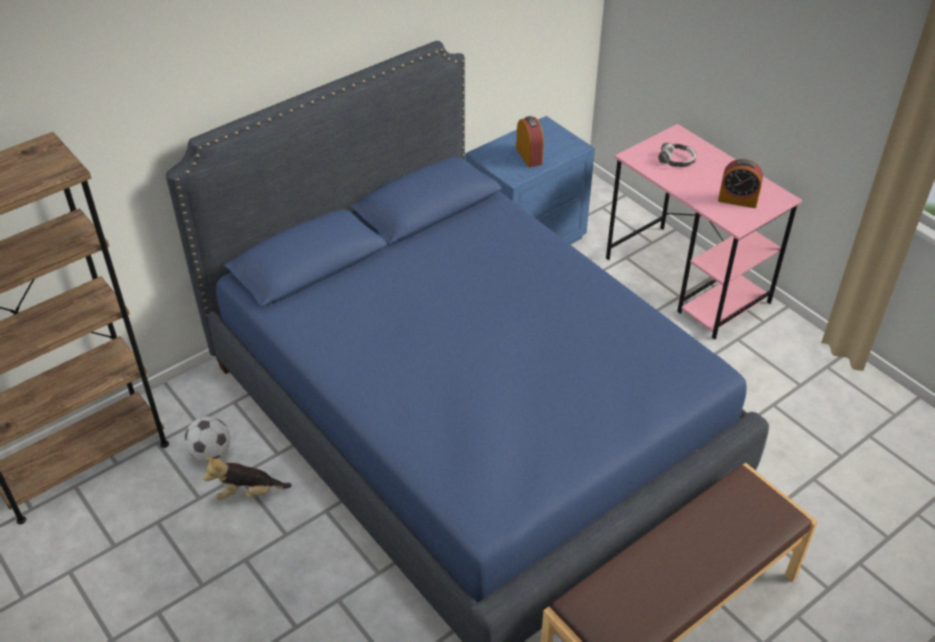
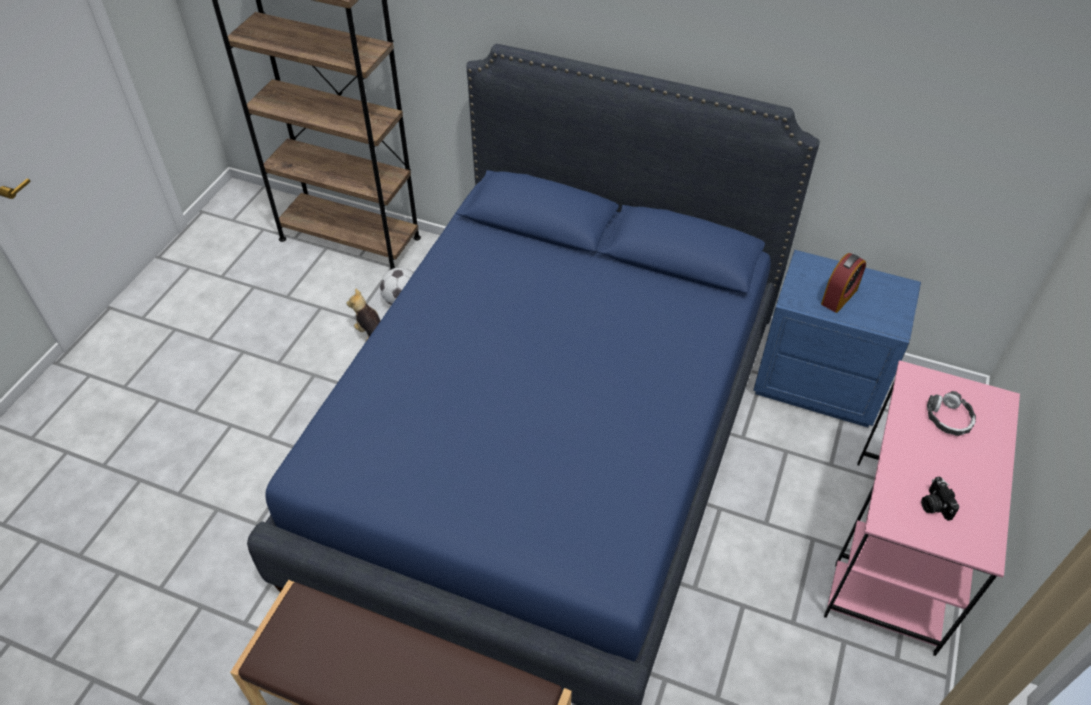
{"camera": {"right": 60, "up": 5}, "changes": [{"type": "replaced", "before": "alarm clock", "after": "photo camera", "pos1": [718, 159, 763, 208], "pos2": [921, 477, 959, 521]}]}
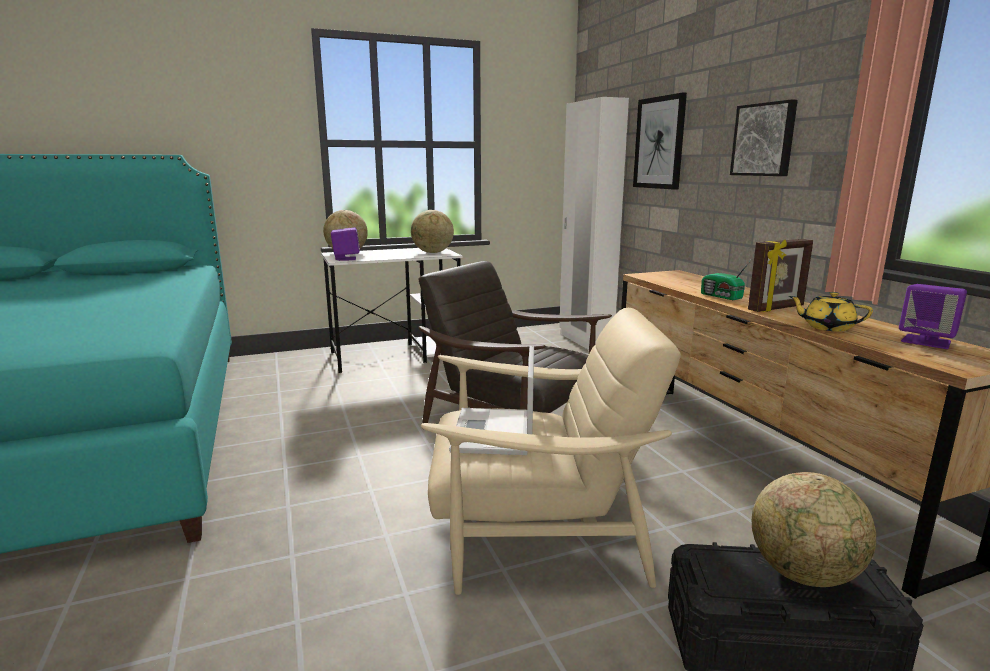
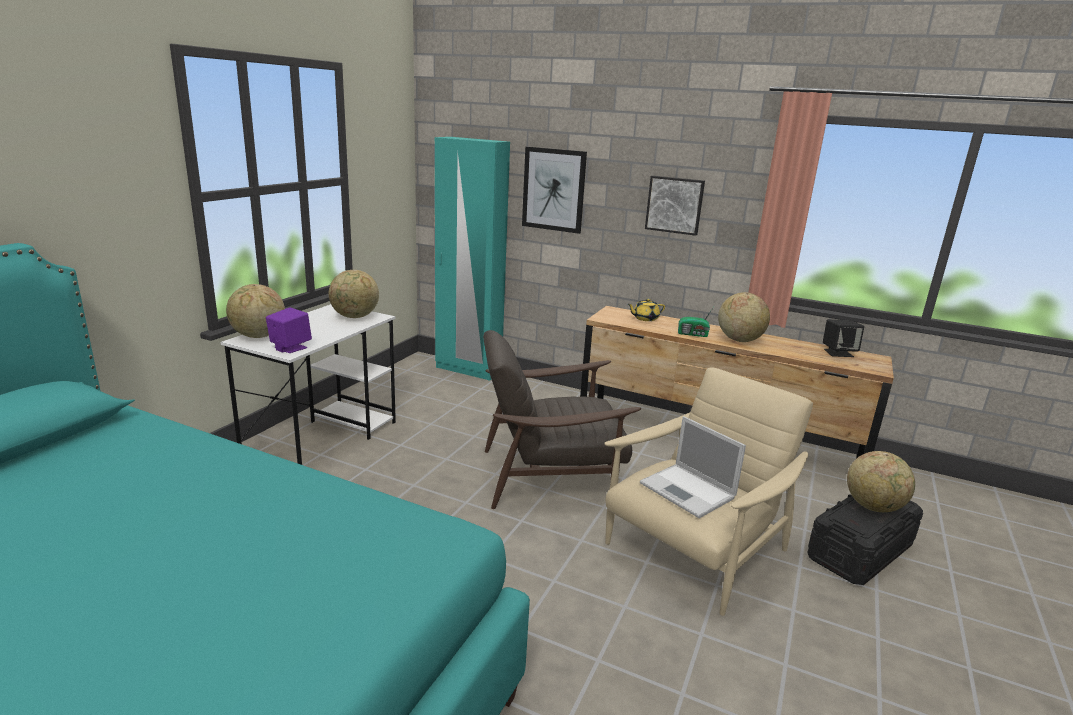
{"camera": {"right": -45, "up": 5}, "changes": [{"type": "recoloured", "before": "white wardrobe", "after": "turquoise wardrobe", "pos1": [559, 97, 629, 350], "pos2": [435, 137, 510, 381]}, {"type": "moved", "before": "yellow teapot", "pos1": [789, 292, 873, 332], "pos2": [628, 299, 665, 321]}, {"type": "replaced", "before": "picture frame", "after": "globe", "pos1": [748, 239, 813, 312], "pos2": [718, 292, 770, 342]}, {"type": "recoloured", "before": "purple speaker", "after": "black speaker", "pos1": [899, 284, 967, 349], "pos2": [823, 319, 864, 357]}]}
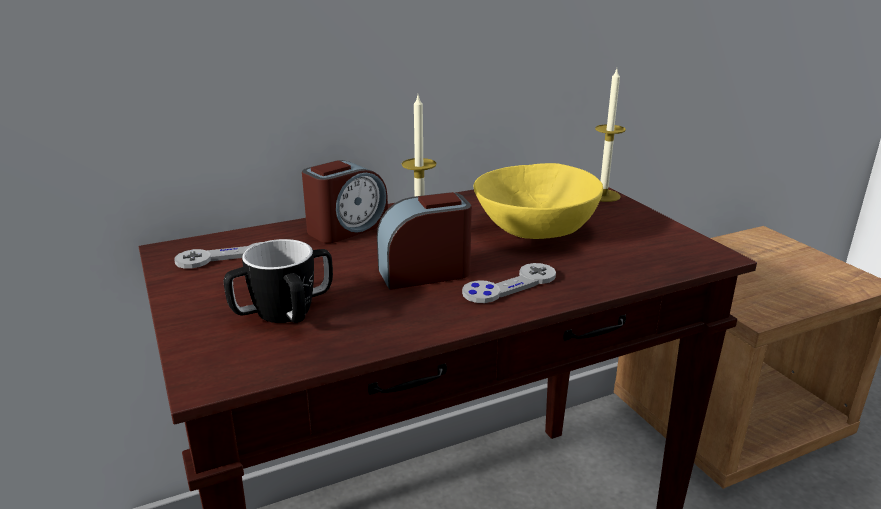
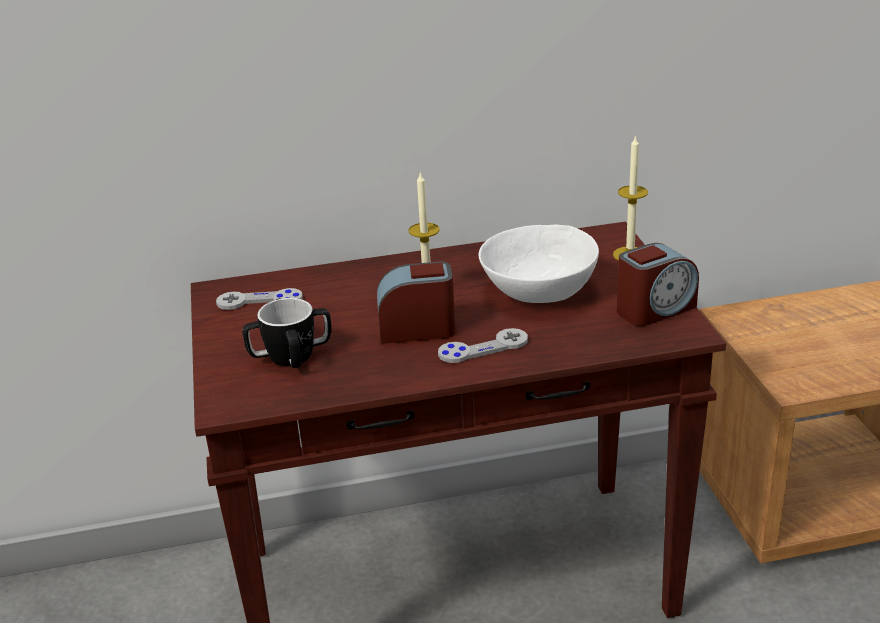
{"camera": {"right": 15, "up": 5}, "changes": [{"type": "recoloured", "before": "yellow bowl", "after": "white bowl", "pos1": [474, 163, 603, 239], "pos2": [479, 225, 599, 303]}, {"type": "moved", "before": "alarm clock", "pos1": [302, 160, 388, 243], "pos2": [617, 243, 699, 326]}]}
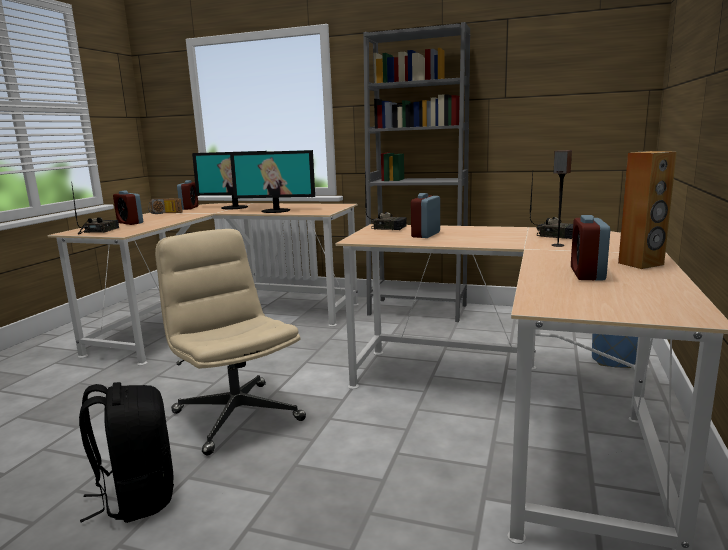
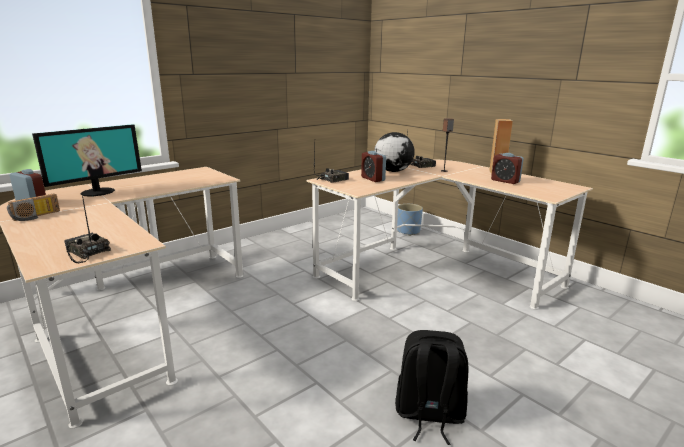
{"camera": {"right": -60, "up": 5}, "changes": [{"type": "added", "after": "globe", "pos2": [374, 132, 415, 172]}, {"type": "removed", "before": "alarm clock", "pos1": [113, 190, 143, 225]}, {"type": "removed", "before": "beige office chair", "pos1": [155, 229, 306, 455]}, {"type": "removed", "before": "monitor", "pos1": [230, 150, 315, 213]}, {"type": "removed", "before": "grey bookcase", "pos1": [363, 22, 471, 322]}]}
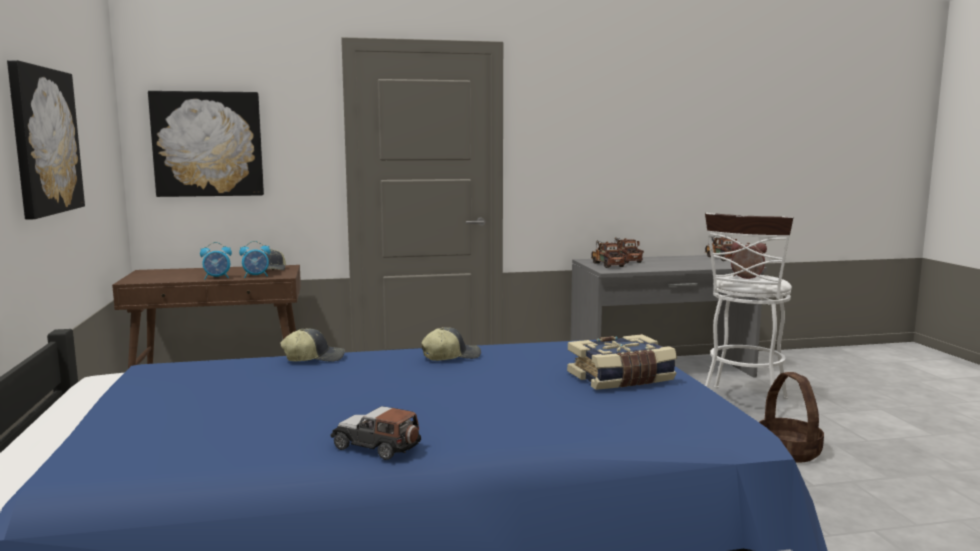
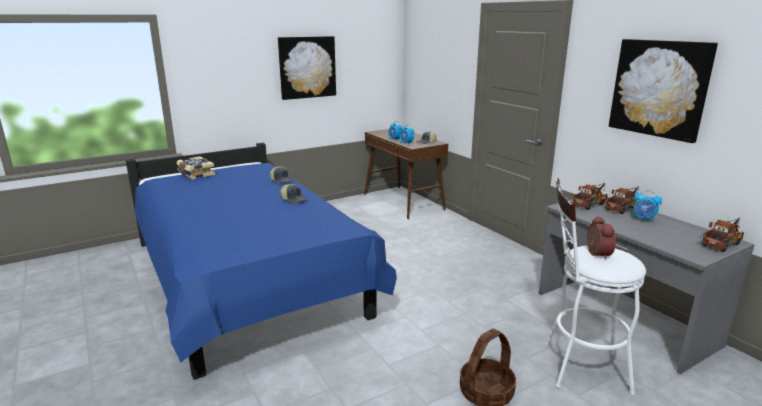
{"camera": {"right": 70, "up": 10}, "changes": [{"type": "moved", "before": "book", "pos1": [567, 334, 677, 390], "pos2": [176, 156, 215, 180]}, {"type": "moved", "before": "picture", "pos1": [148, 91, 264, 197], "pos2": [609, 39, 718, 143]}, {"type": "added", "after": "alarm clock", "pos2": [632, 190, 662, 223]}, {"type": "removed", "before": "toy car", "pos1": [330, 406, 421, 460]}]}
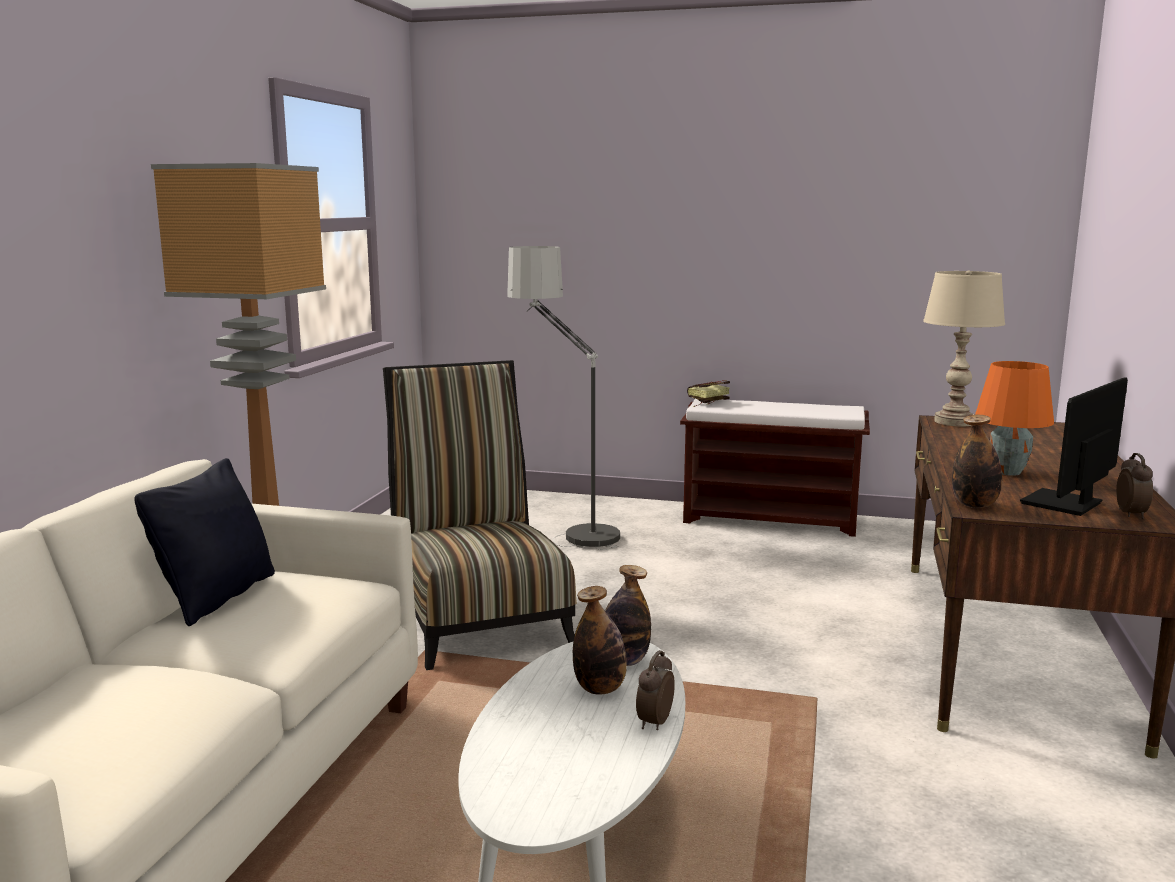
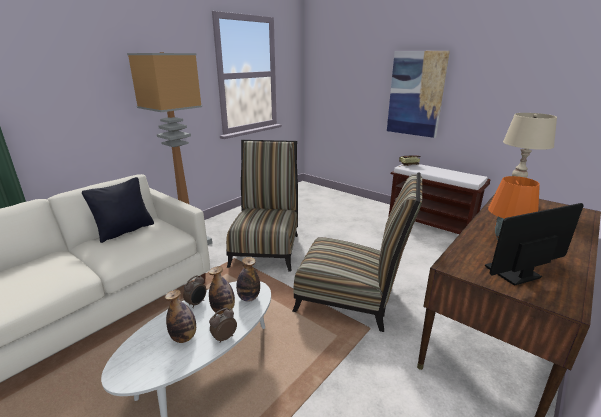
{"camera": {"right": 25, "up": 10}, "changes": [{"type": "moved", "before": "bottle", "pos1": [952, 414, 1002, 508], "pos2": [165, 290, 196, 343]}, {"type": "moved", "before": "alarm clock", "pos1": [1116, 453, 1153, 519], "pos2": [183, 275, 206, 307]}, {"type": "added", "after": "chair", "pos2": [293, 172, 422, 332]}, {"type": "added", "after": "picture", "pos2": [387, 51, 450, 138]}, {"type": "removed", "before": "floor lamp", "pos1": [507, 246, 620, 550]}]}
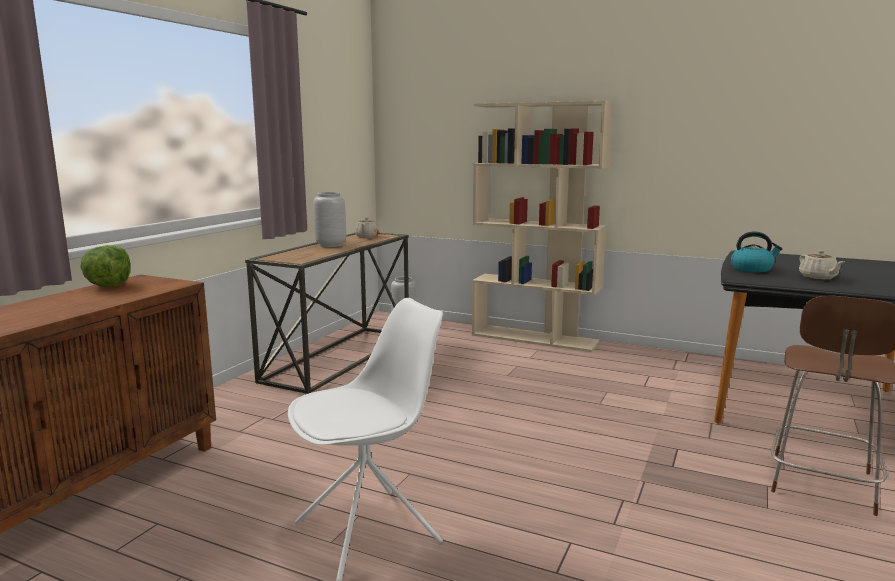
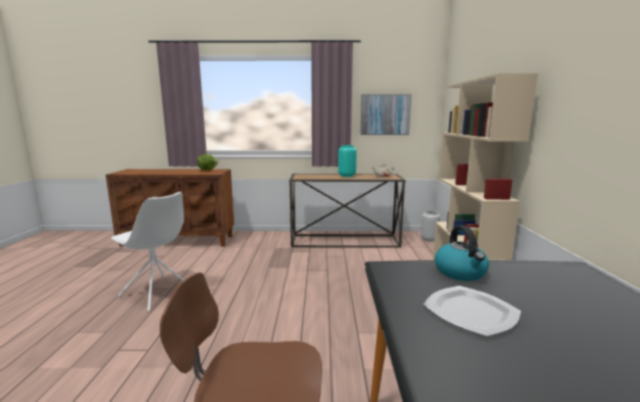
{"camera": {"right": 65, "up": 0}, "changes": [{"type": "recoloured", "before": "grey vase", "after": "turquoise vase", "pos1": [313, 192, 346, 247], "pos2": [338, 145, 357, 177]}, {"type": "added", "after": "picture", "pos2": [361, 94, 411, 135]}, {"type": "replaced", "before": "beige teapot", "after": "plate", "pos1": [799, 250, 844, 280], "pos2": [423, 286, 521, 337]}]}
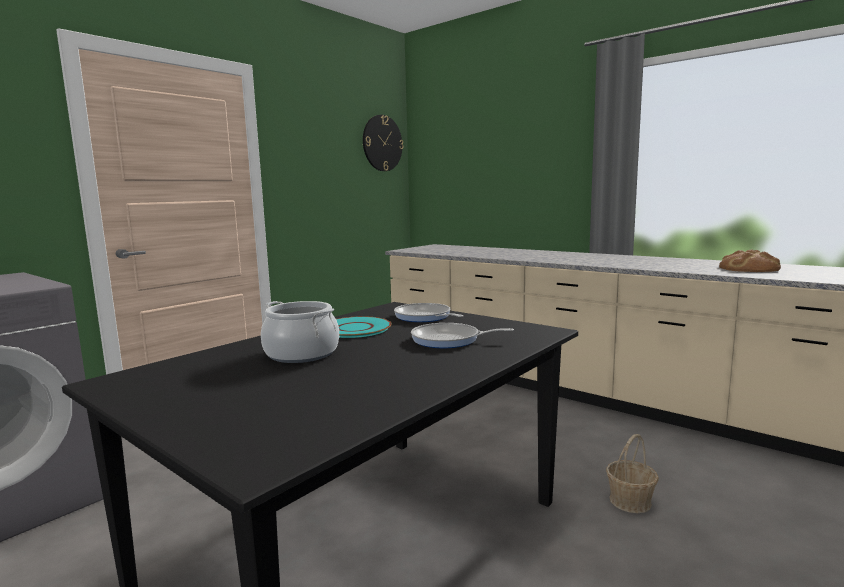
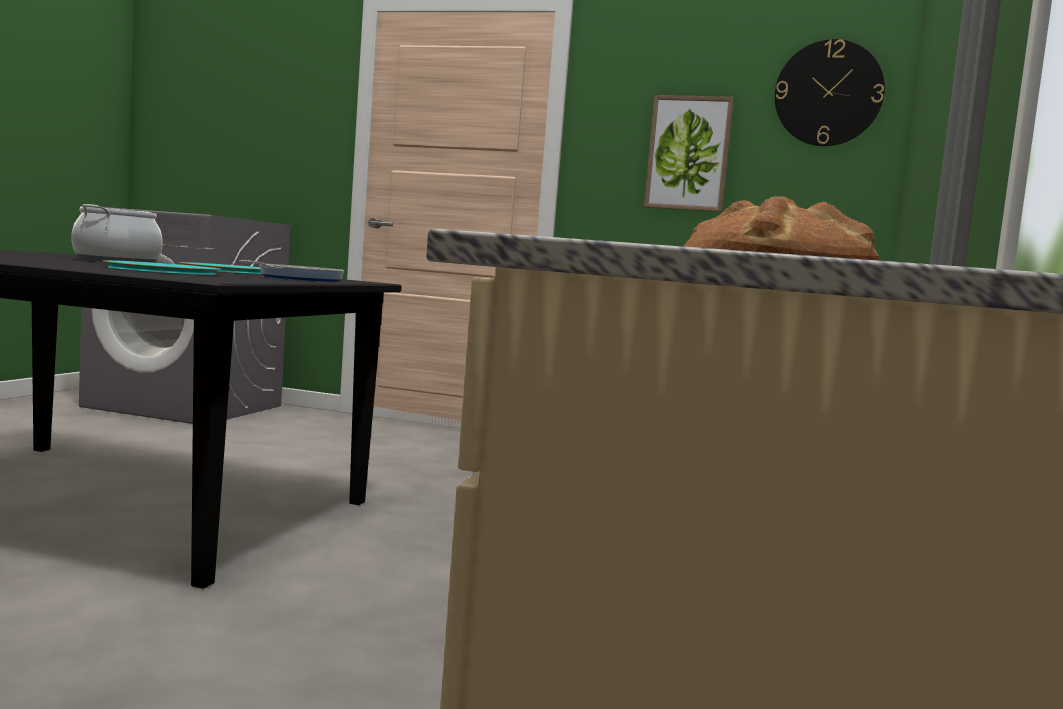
{"camera": {"right": 65, "up": -5}, "changes": [{"type": "replaced", "before": "frying pan", "after": "turquoise plate", "pos1": [411, 323, 514, 348], "pos2": [102, 260, 222, 275]}, {"type": "added", "after": "picture", "pos2": [644, 95, 734, 212]}, {"type": "removed", "before": "basket", "pos1": [606, 434, 659, 513]}]}
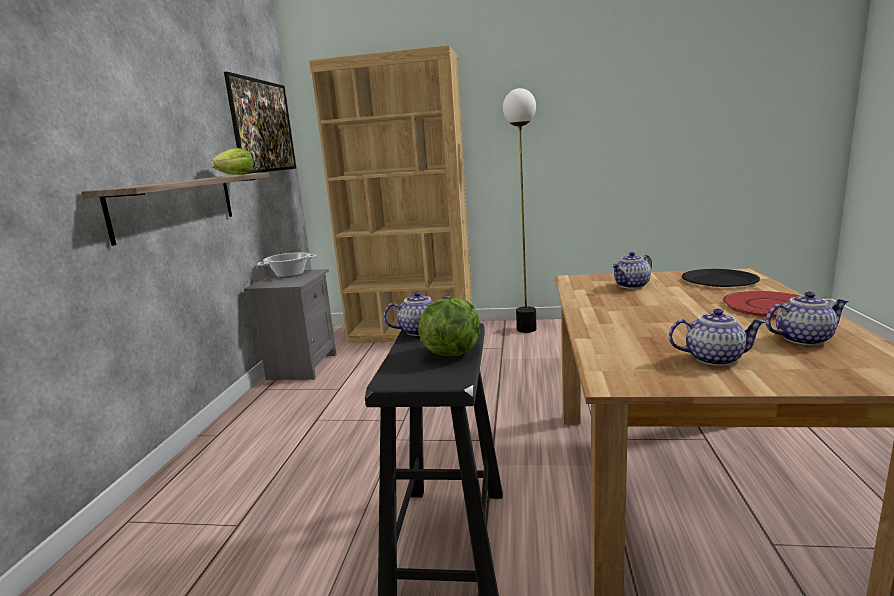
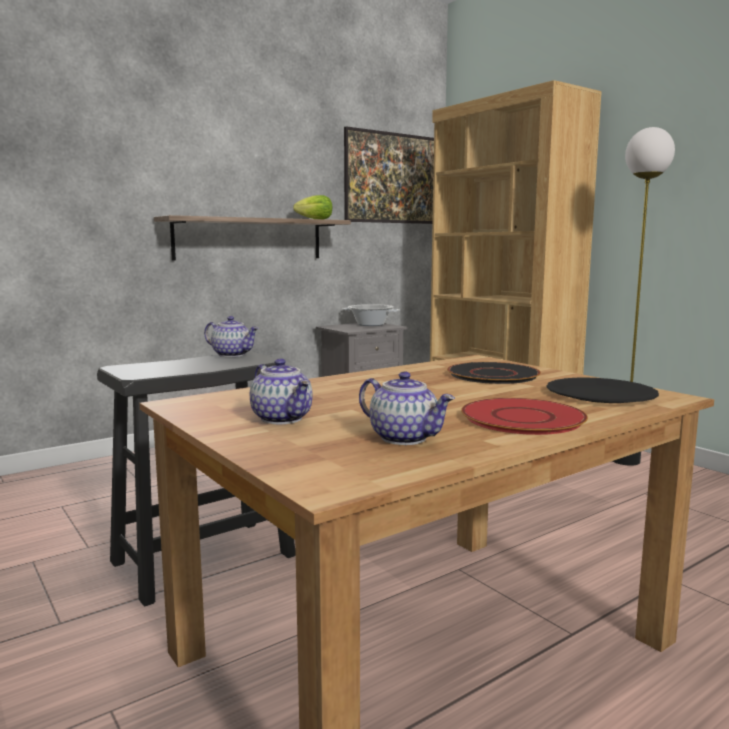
{"camera": {"right": 45, "up": -5}, "changes": [{"type": "replaced", "before": "teapot", "after": "black plate", "pos1": [612, 252, 652, 289], "pos2": [447, 362, 541, 384]}, {"type": "removed", "before": "lettuce", "pos1": [418, 298, 480, 356]}]}
